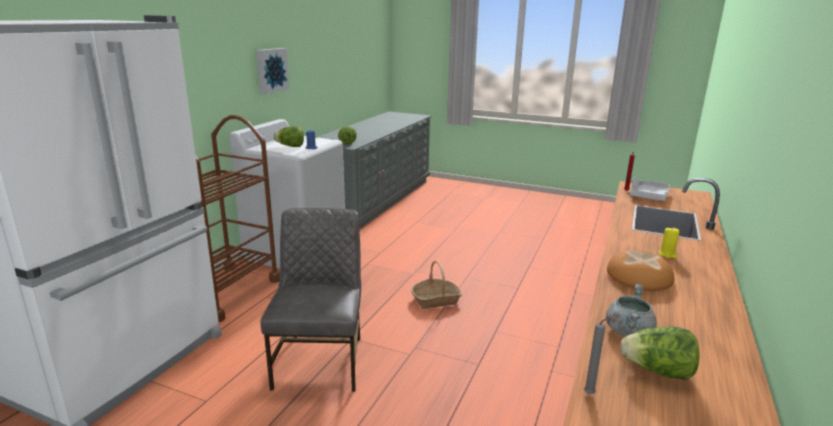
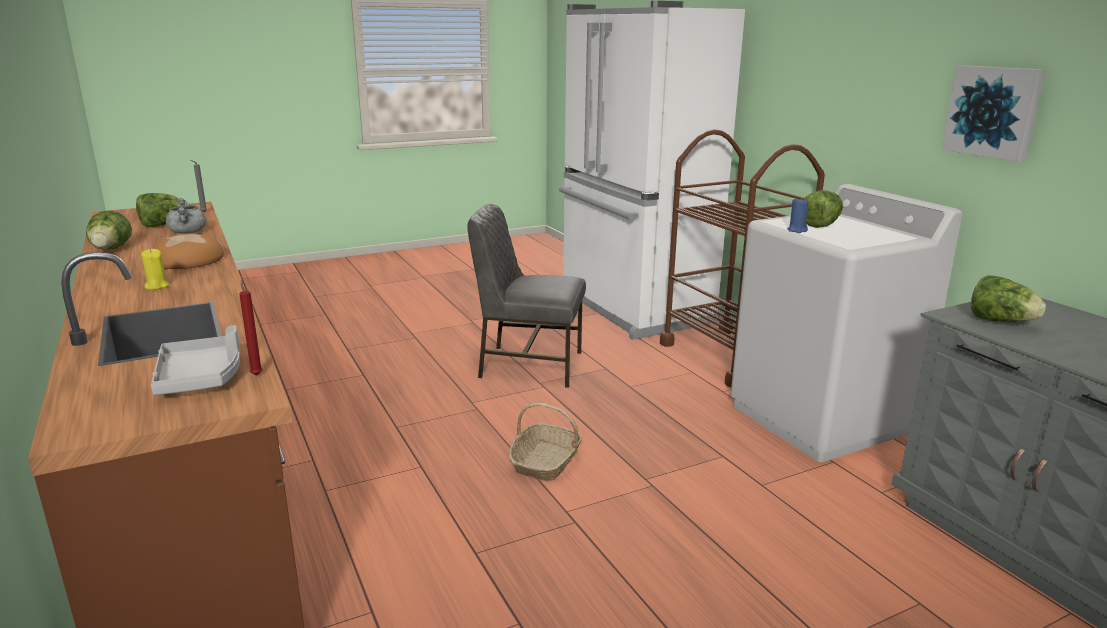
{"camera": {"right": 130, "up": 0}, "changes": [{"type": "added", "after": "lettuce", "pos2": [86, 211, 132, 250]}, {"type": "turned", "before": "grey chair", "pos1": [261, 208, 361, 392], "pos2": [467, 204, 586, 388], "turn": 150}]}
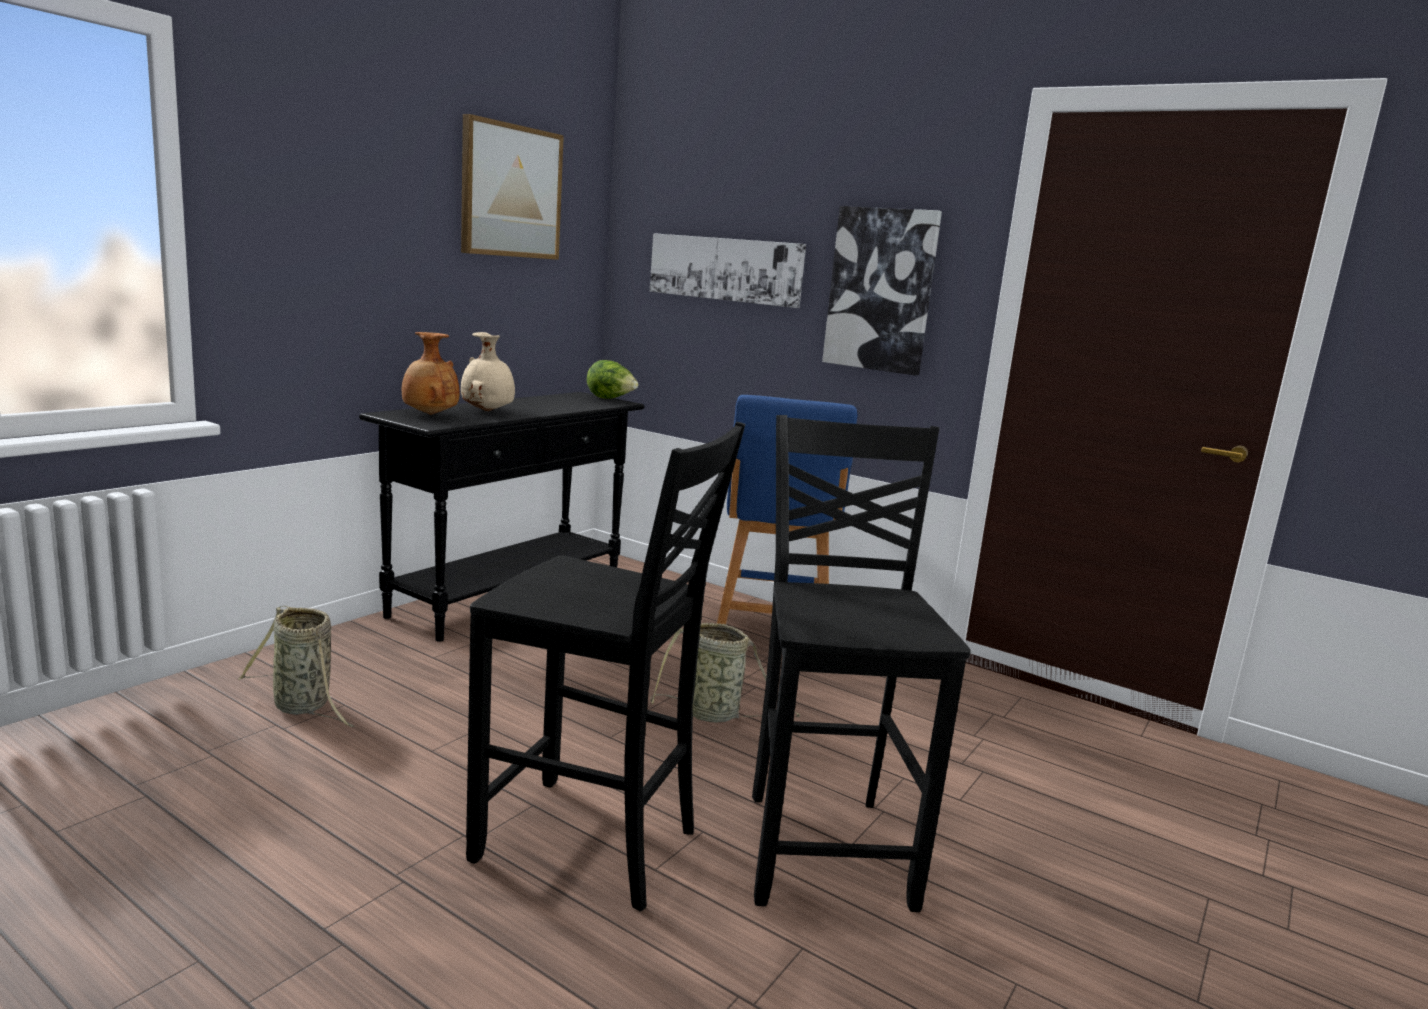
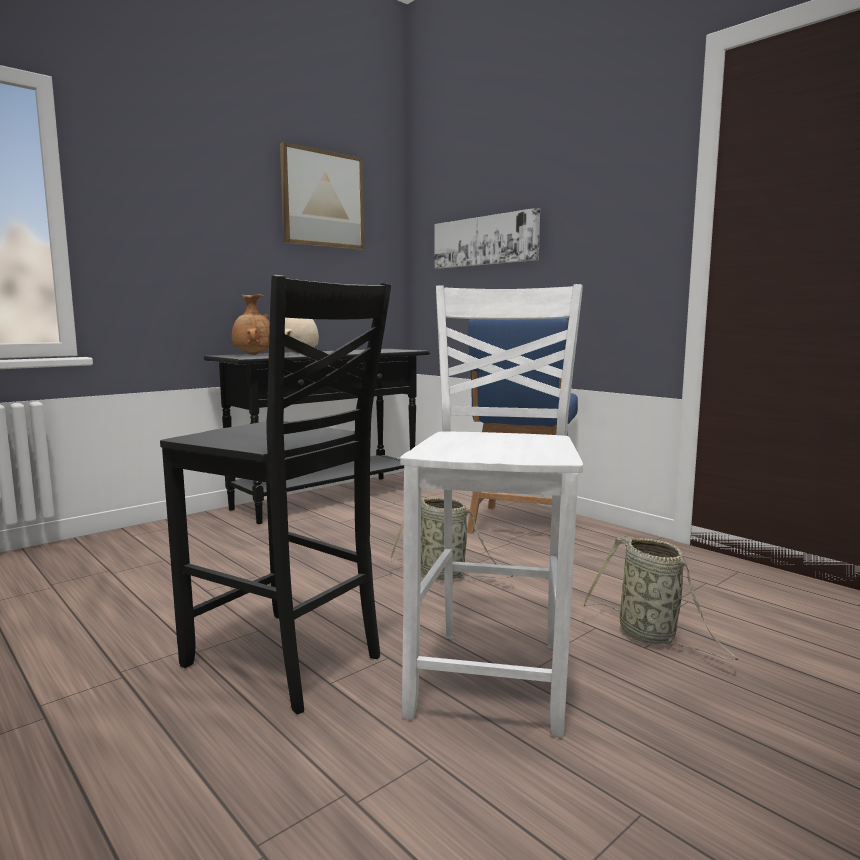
{"camera": {"right": 15, "up": -5}, "changes": [{"type": "recoloured", "before": "black chair", "after": "white chair", "pos1": [752, 415, 971, 912], "pos2": [400, 284, 583, 738]}, {"type": "moved", "before": "basket", "pos1": [238, 605, 355, 727], "pos2": [582, 536, 738, 660]}, {"type": "removed", "before": "lettuce", "pos1": [587, 360, 638, 399]}, {"type": "removed", "before": "picture", "pos1": [822, 206, 942, 376]}]}
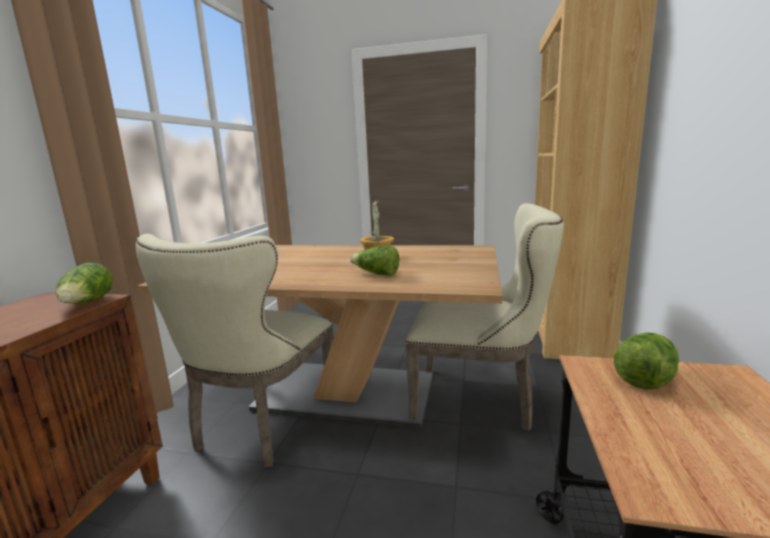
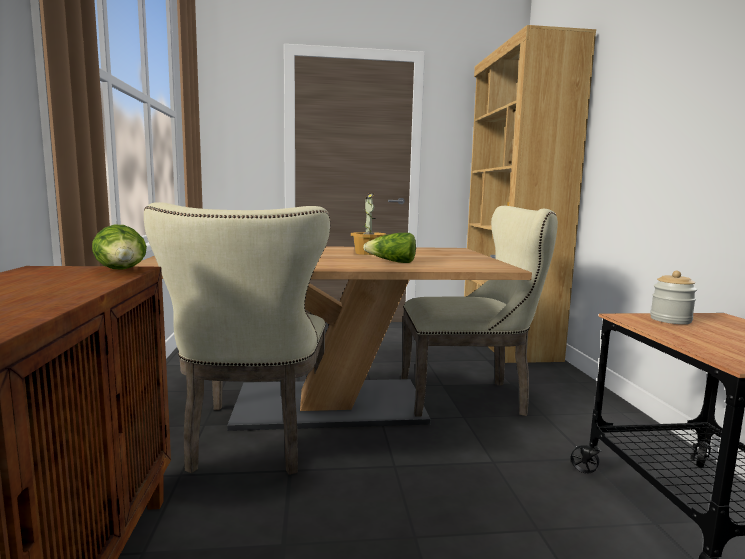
{"camera": {"right": -20, "up": -5}, "changes": [{"type": "replaced", "before": "lettuce", "after": "jar", "pos1": [613, 332, 679, 390], "pos2": [650, 271, 697, 324]}]}
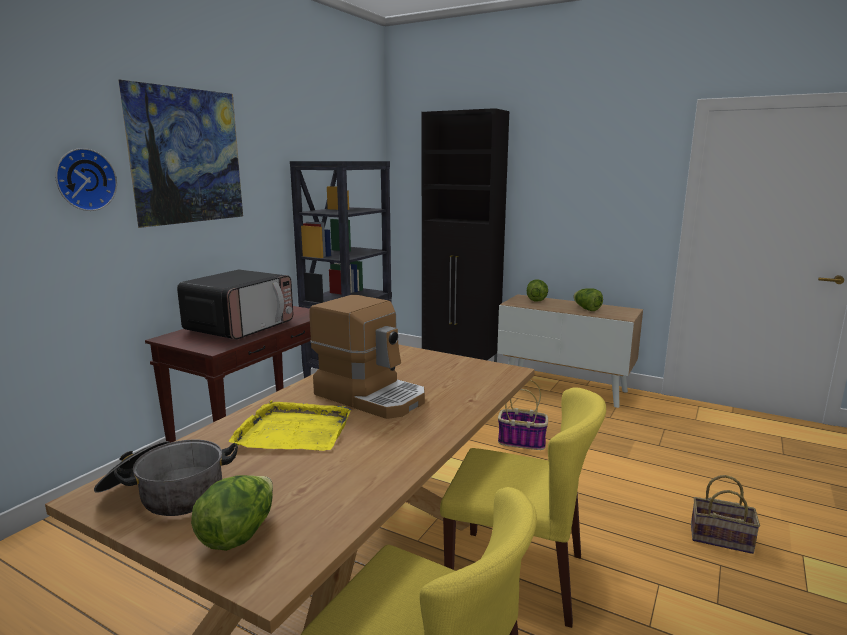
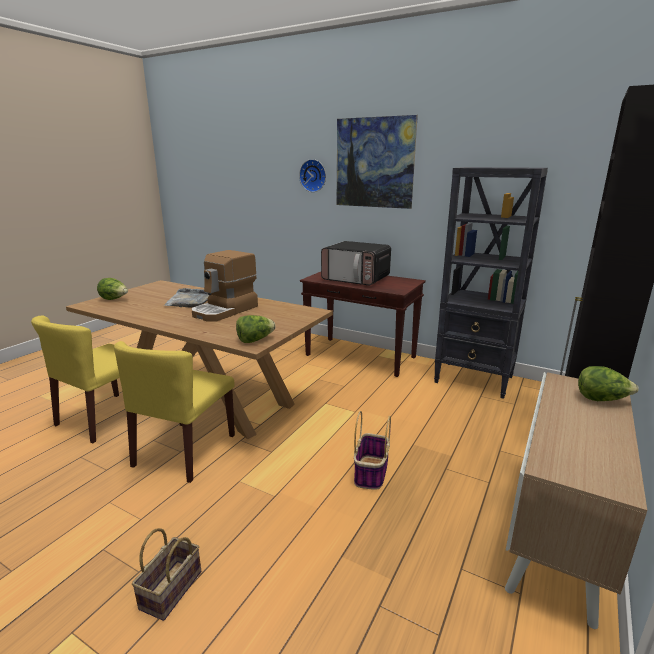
{"camera": {"right": 90, "up": 5}, "changes": [{"type": "recoloured", "before": "yellow tray", "after": "grey tray", "pos1": [229, 400, 351, 451], "pos2": [164, 288, 209, 308]}, {"type": "moved", "before": "lettuce", "pos1": [573, 288, 603, 311], "pos2": [236, 315, 275, 343]}, {"type": "removed", "before": "cooking pot", "pos1": [94, 440, 238, 516]}]}
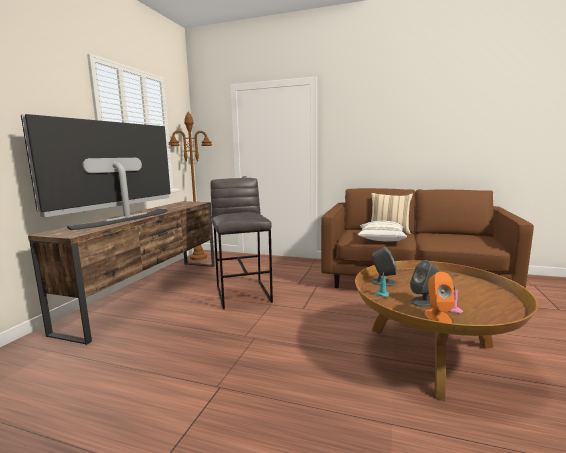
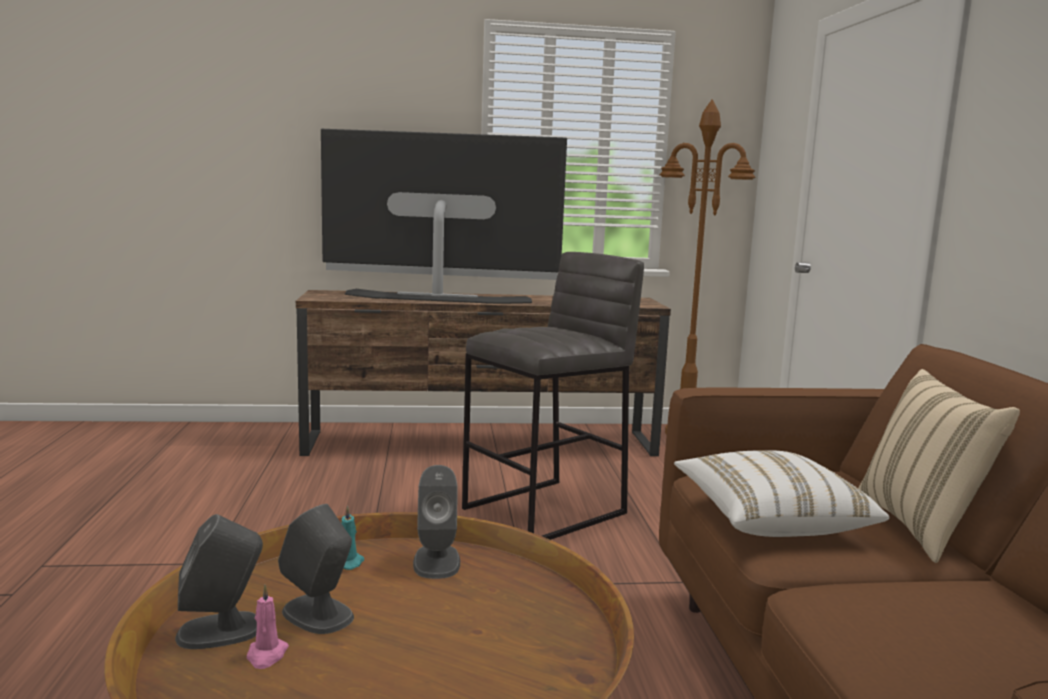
{"camera": {"right": 65, "up": 0}, "changes": [{"type": "recoloured", "before": "orange speaker", "after": "grey speaker", "pos1": [424, 272, 455, 323], "pos2": [175, 514, 263, 649]}]}
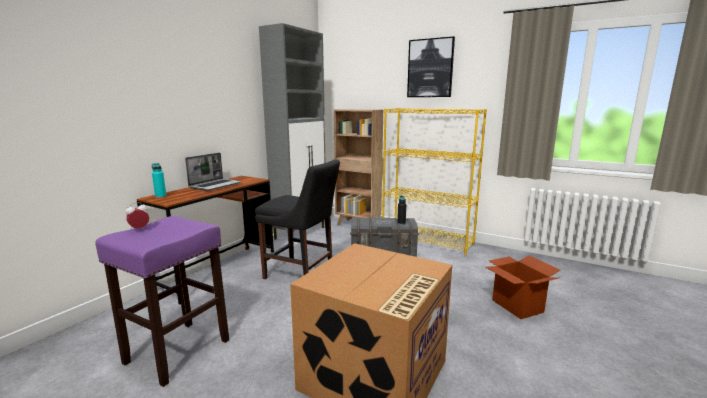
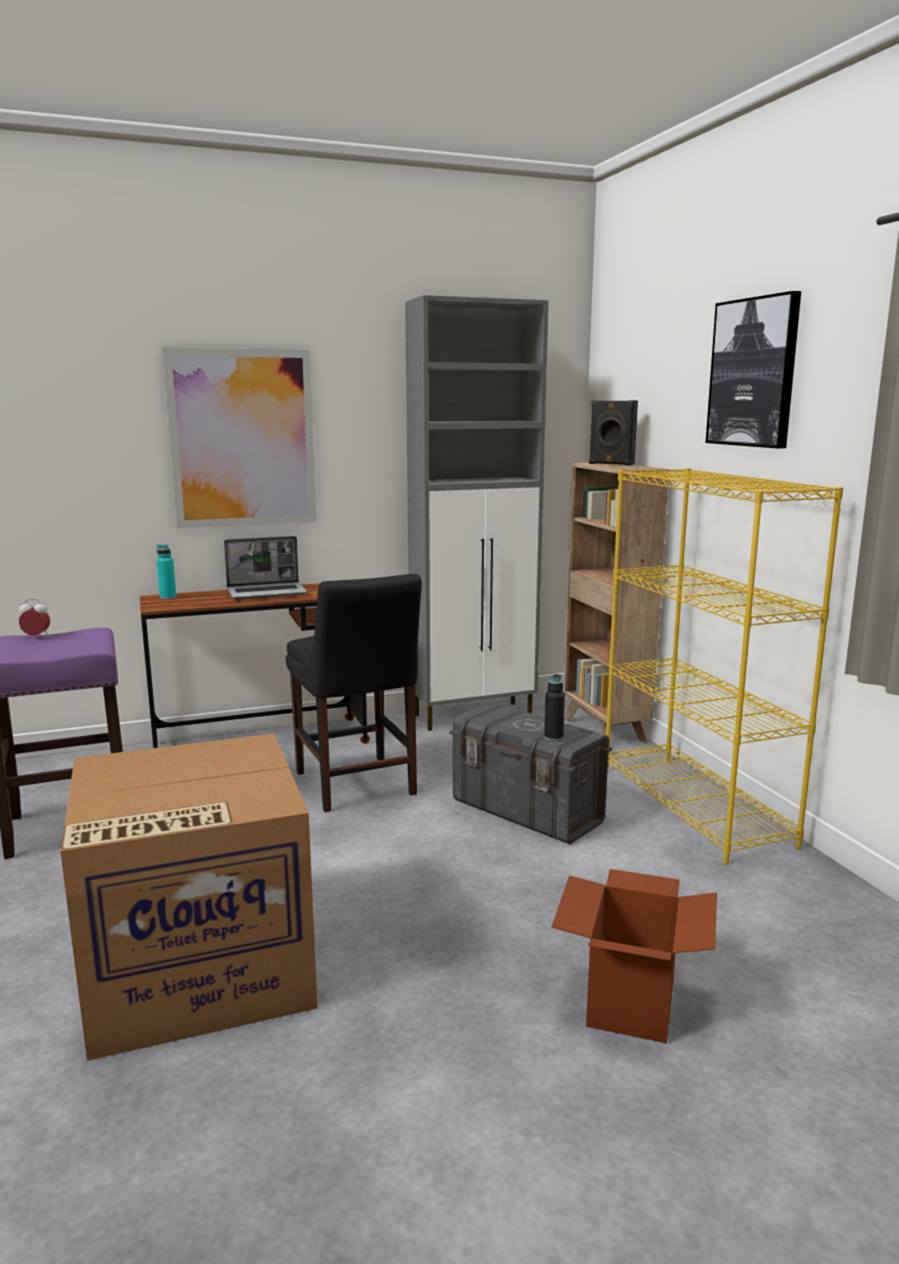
{"camera": {"right": 40, "up": 0}, "changes": [{"type": "added", "after": "picture", "pos2": [163, 347, 317, 528]}, {"type": "added", "after": "black speaker", "pos2": [589, 400, 638, 466]}]}
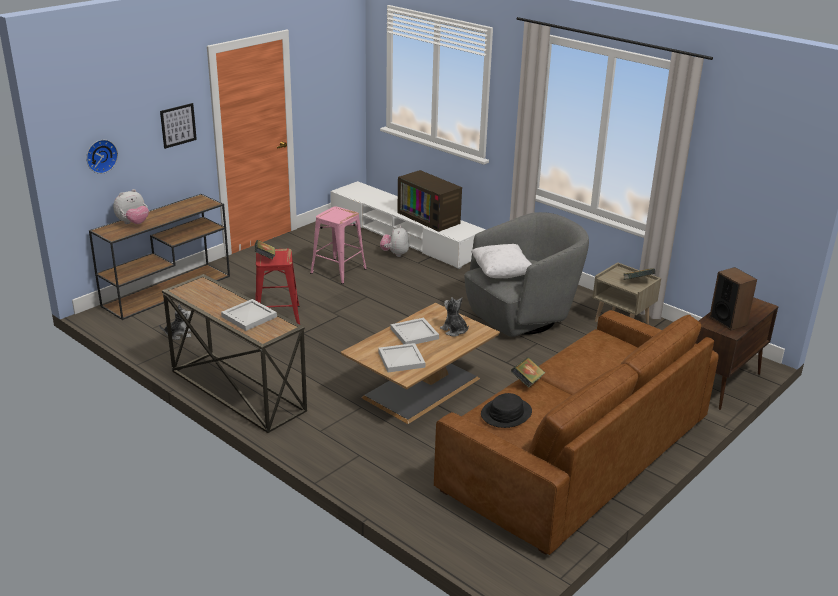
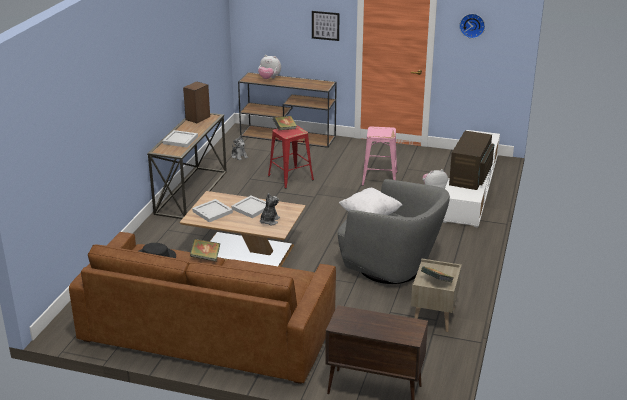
{"camera": {"right": 65, "up": 0}, "changes": [{"type": "moved", "before": "speaker", "pos1": [709, 267, 757, 330], "pos2": [183, 81, 210, 123]}, {"type": "moved", "before": "wall clock", "pos1": [86, 140, 118, 174], "pos2": [459, 14, 485, 39]}]}
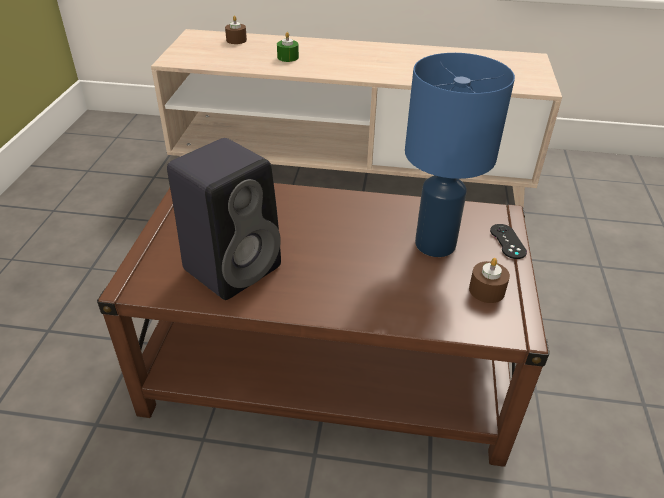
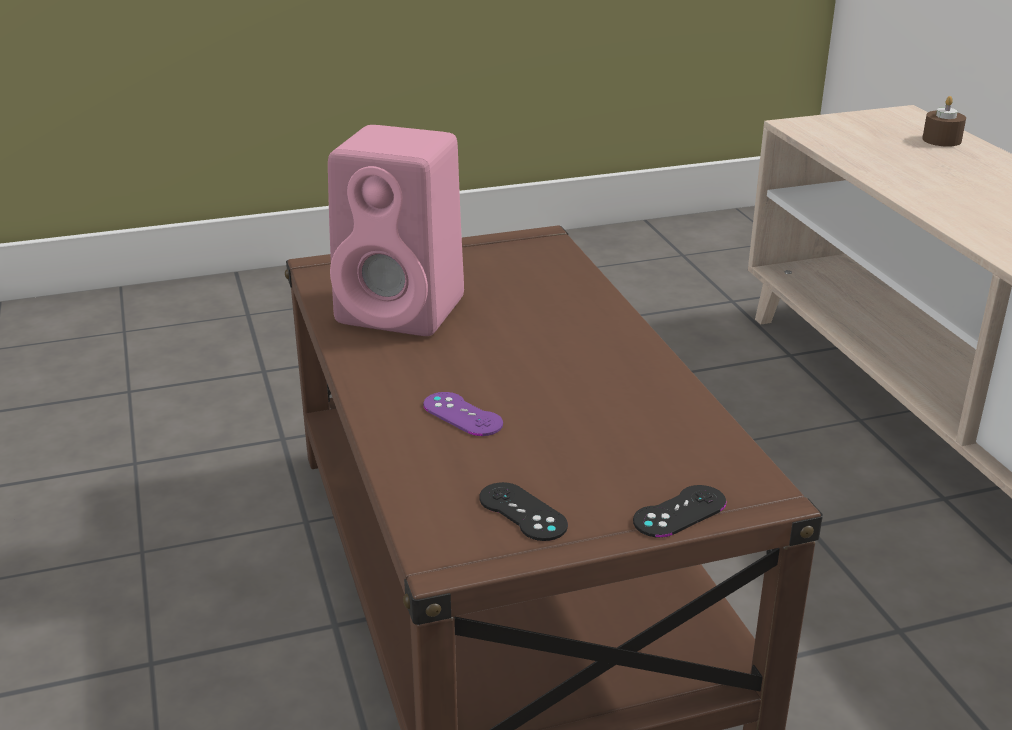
{"camera": {"right": 65, "up": -10}, "changes": [{"type": "recoloured", "before": "black speaker", "after": "pink speaker", "pos1": [167, 138, 281, 300], "pos2": [328, 125, 464, 336]}, {"type": "added", "after": "purple game controller", "pos2": [423, 392, 503, 436]}, {"type": "replaced", "before": "brown candle", "after": "black game controller", "pos1": [469, 258, 510, 303], "pos2": [479, 482, 568, 541]}, {"type": "removed", "before": "green candle", "pos1": [277, 32, 299, 62]}, {"type": "removed", "before": "blue table lamp", "pos1": [405, 53, 515, 257]}]}
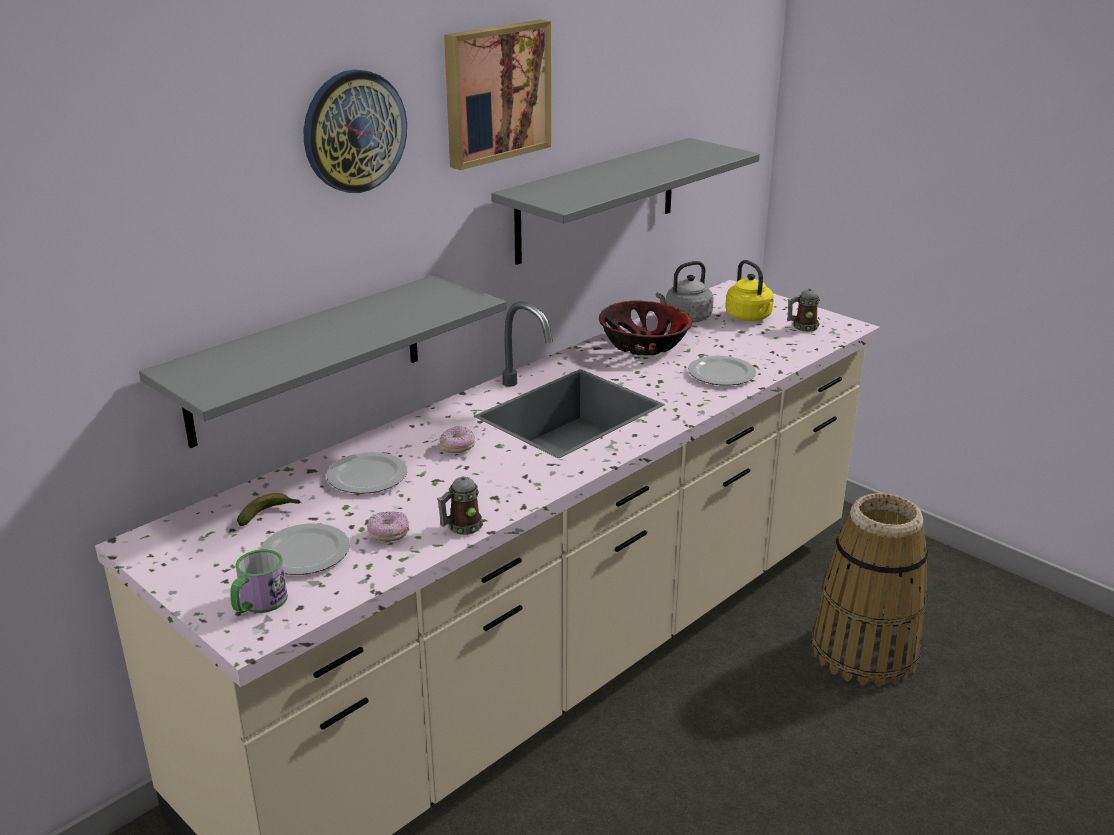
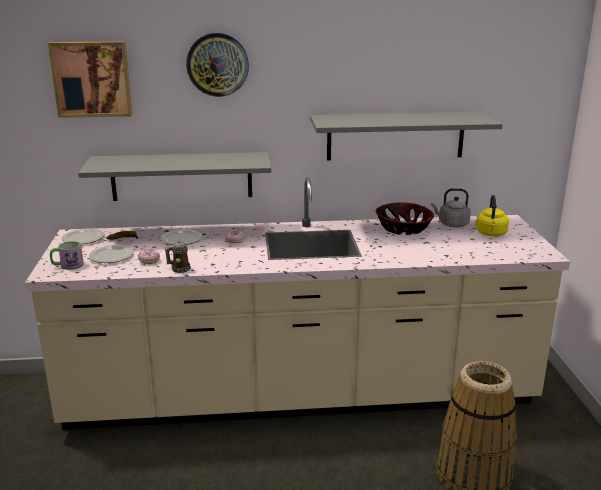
{"camera": {"right": 40, "up": -5}, "changes": [{"type": "moved", "before": "picture", "pos1": [444, 20, 551, 170], "pos2": [48, 41, 133, 118]}, {"type": "moved", "before": "plate", "pos1": [688, 356, 756, 386], "pos2": [62, 228, 105, 244]}, {"type": "removed", "before": "mug", "pos1": [787, 288, 820, 332]}]}
